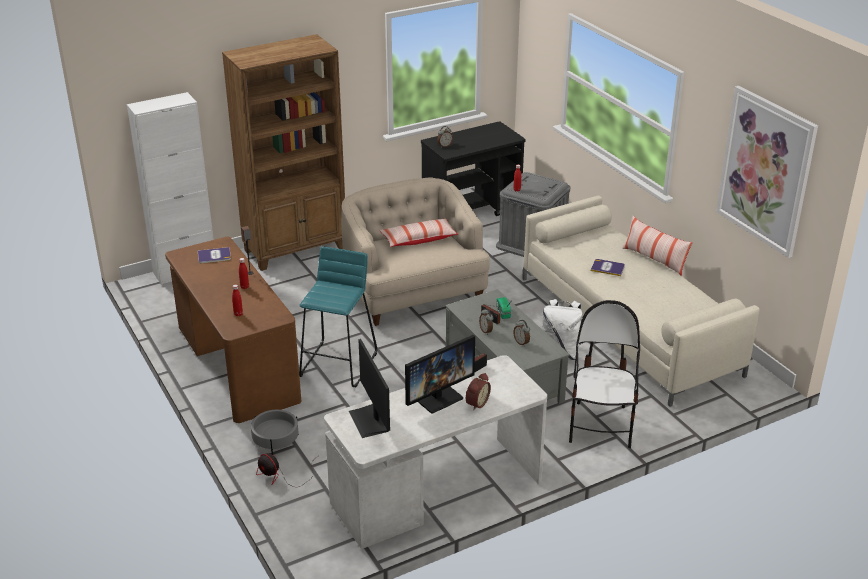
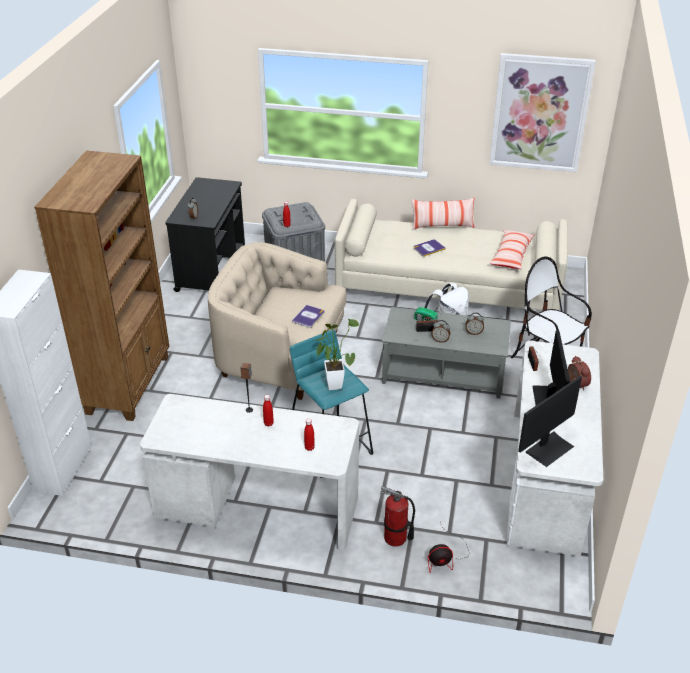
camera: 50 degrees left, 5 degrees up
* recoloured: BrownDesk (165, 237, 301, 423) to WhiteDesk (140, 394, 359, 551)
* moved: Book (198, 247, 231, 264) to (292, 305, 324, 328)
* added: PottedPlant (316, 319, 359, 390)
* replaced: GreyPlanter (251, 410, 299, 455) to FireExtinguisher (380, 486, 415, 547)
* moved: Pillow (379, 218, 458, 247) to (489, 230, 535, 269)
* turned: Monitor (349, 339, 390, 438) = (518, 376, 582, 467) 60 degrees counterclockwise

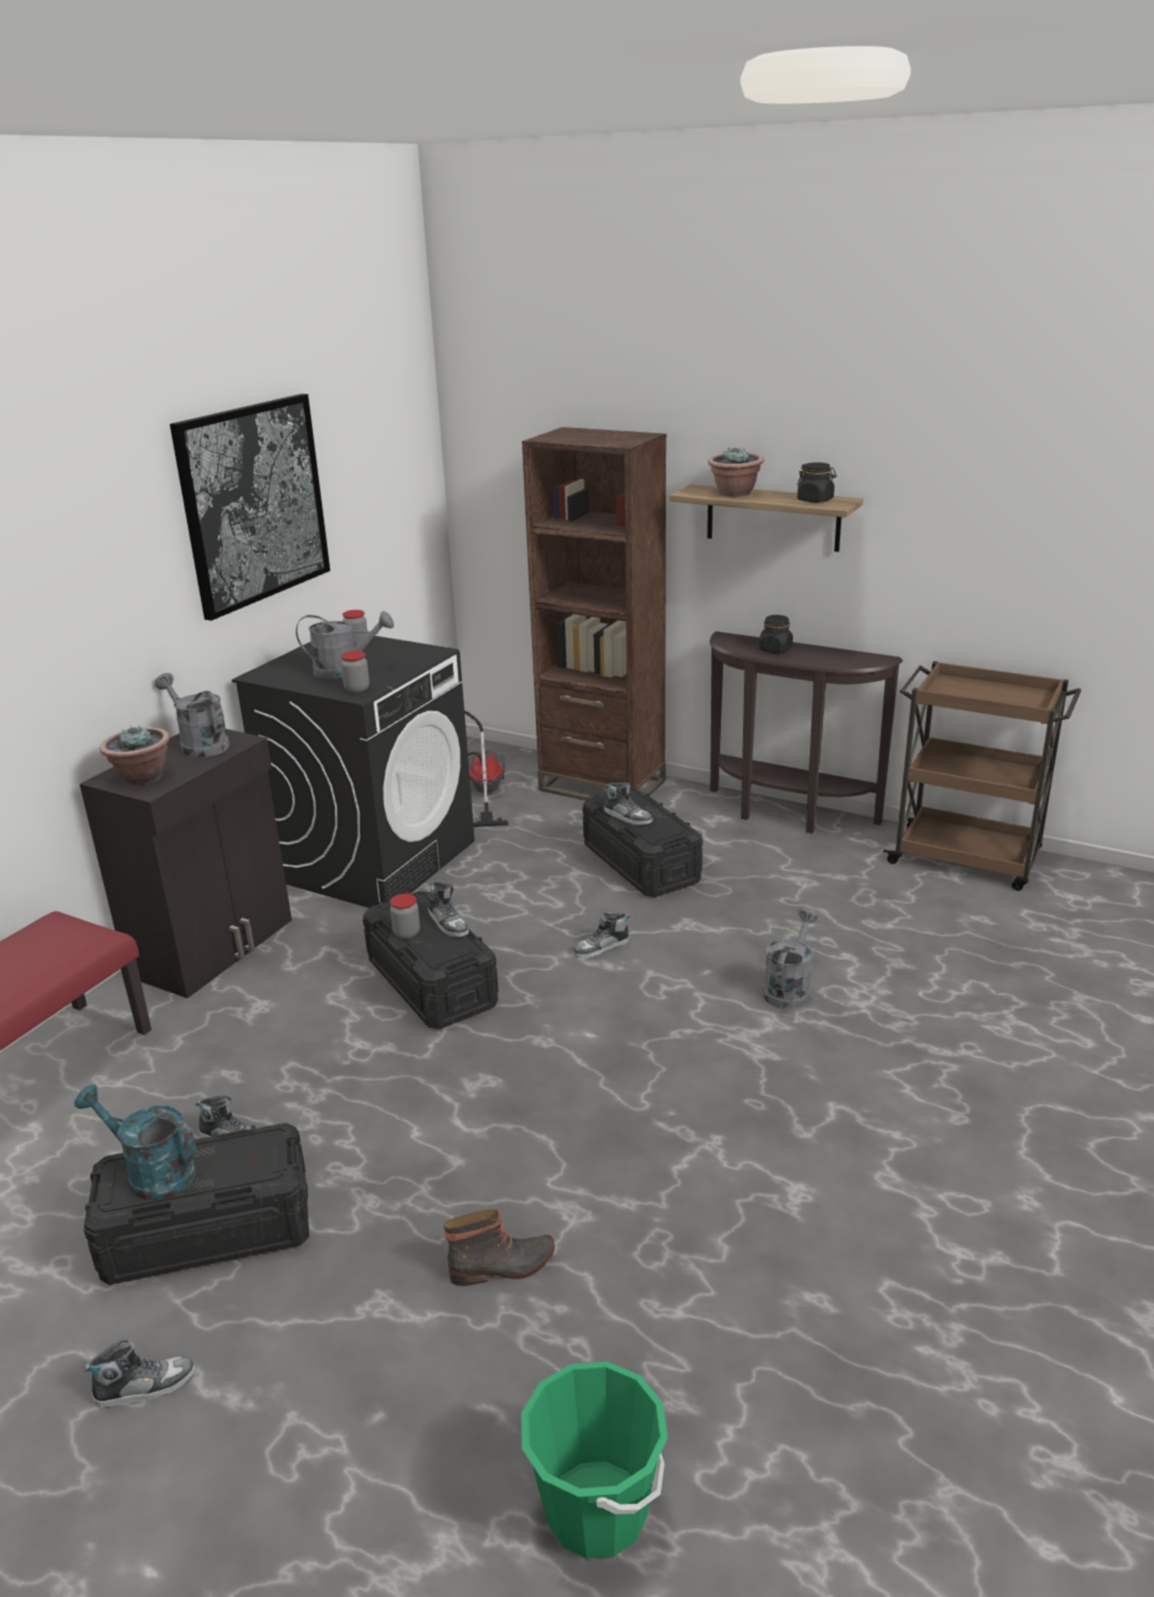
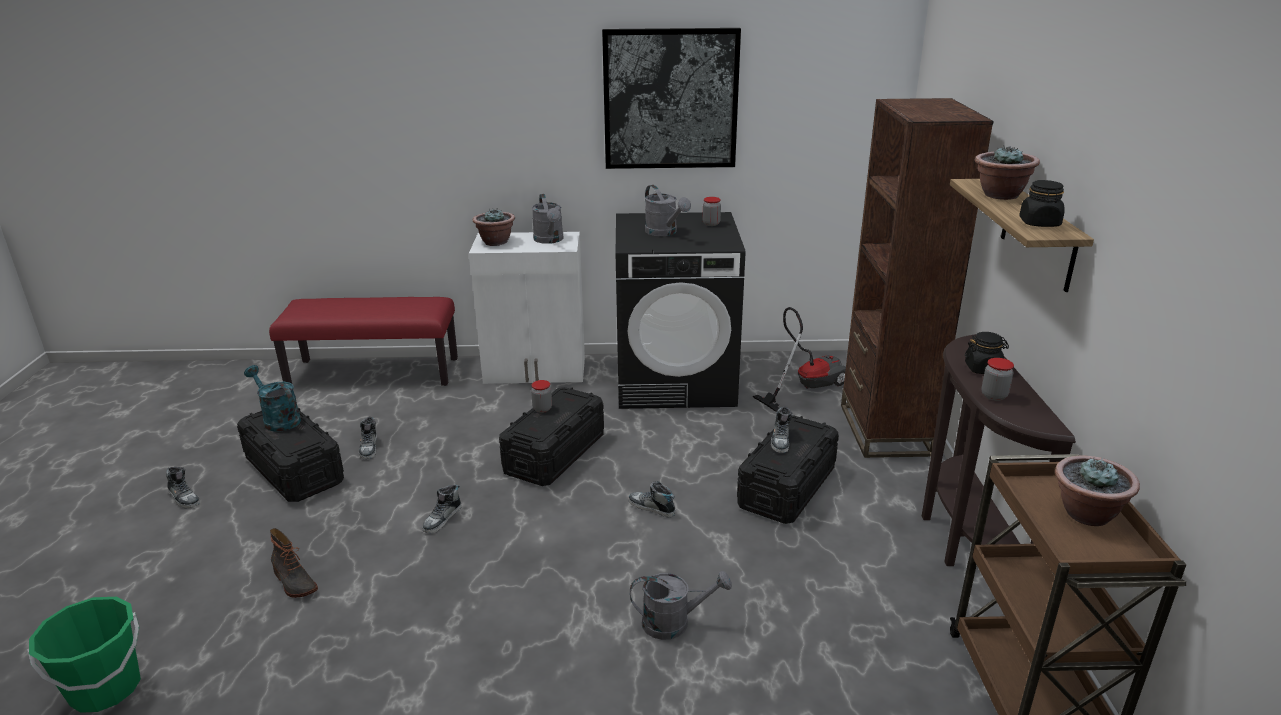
camera: 60 degrees right, 0 degrees up
* turned: TurquoiseWateringCan (74, 1085, 196, 1201) = (244, 365, 301, 432) 45 degrees counterclockwise
* moved: Shoe (428, 882, 469, 937) to (423, 485, 461, 533)
* recoloured: BlackCabinet (80, 729, 292, 998) to WhiteCabinet (469, 232, 585, 384)
* turned: GreyWateringCan (155, 673, 230, 757) = (532, 194, 563, 244) 150 degrees clockwise
* moved: Jar (341, 651, 369, 693) to (982, 358, 1014, 401)
* added: PottedPlant (1055, 456, 1140, 526)

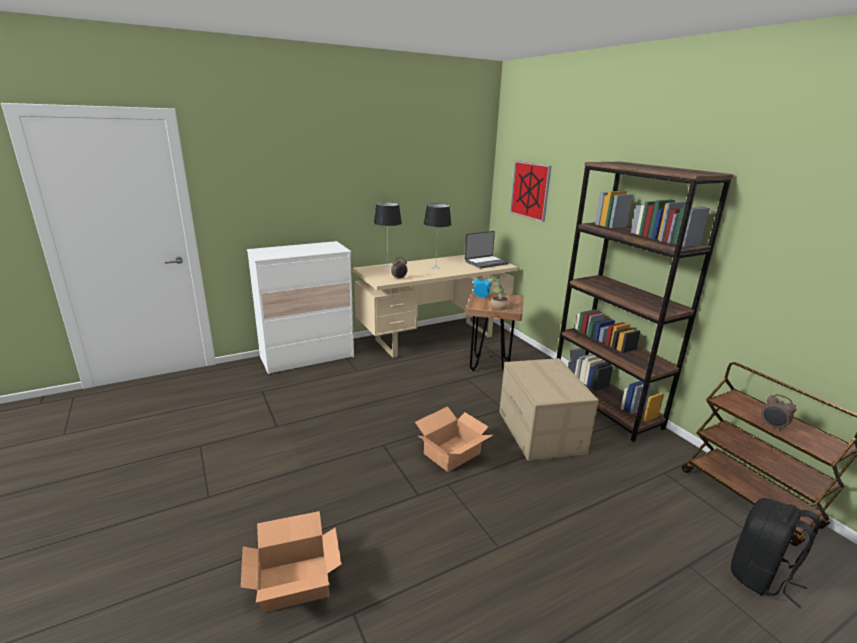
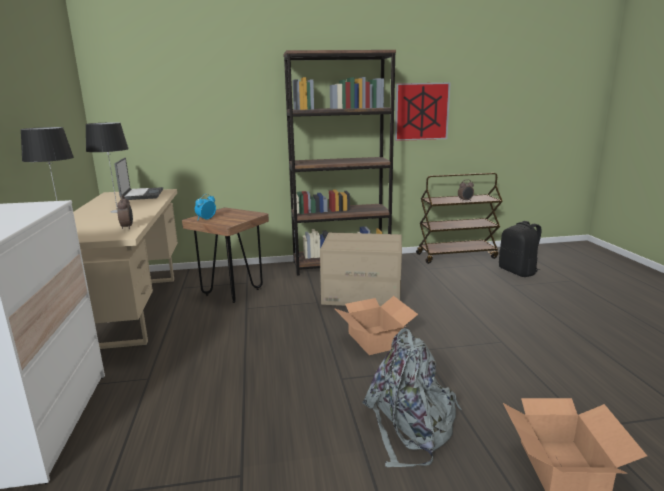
camera: 70 degrees left, 5 degrees down
* added: GreyBackpack (362, 328, 462, 467)
* moved: Picture (510, 161, 551, 222) to (395, 83, 450, 141)
* removed: PottedPlant (489, 275, 510, 310)

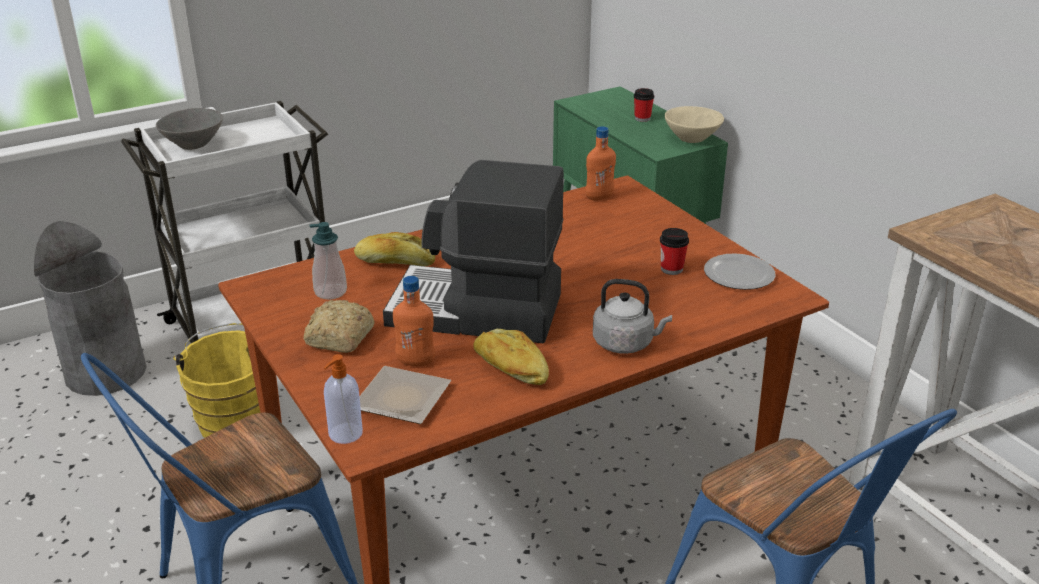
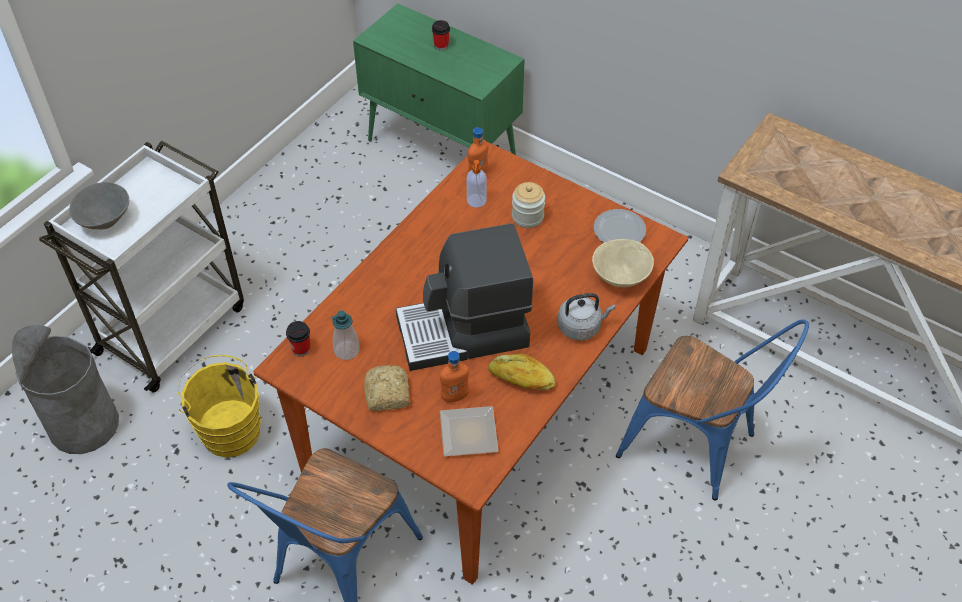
camera: 25 degrees left, 20 degrees up
* moved: Cup (660, 228, 689, 275) to (286, 321, 310, 357)
* moved: SoapDispenser (324, 354, 363, 444) to (467, 160, 487, 208)
* added: Jar (512, 182, 545, 228)
* moved: BeigeBowl (665, 106, 724, 143) to (592, 239, 654, 287)
* removed: Bread (354, 232, 435, 266)

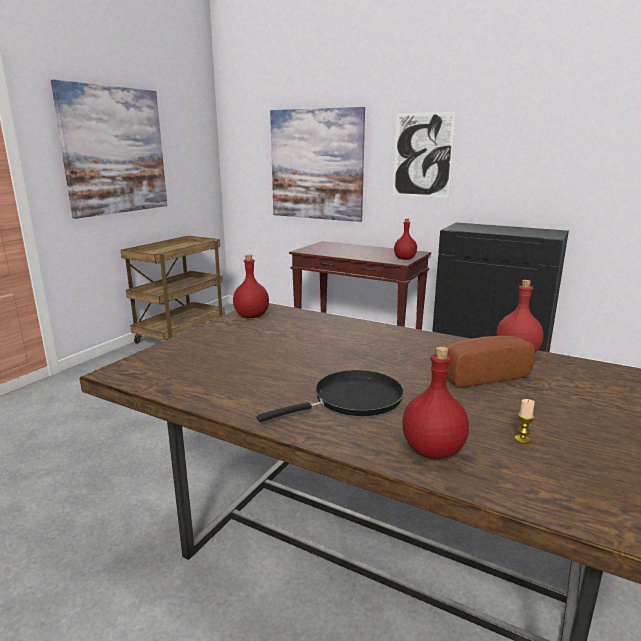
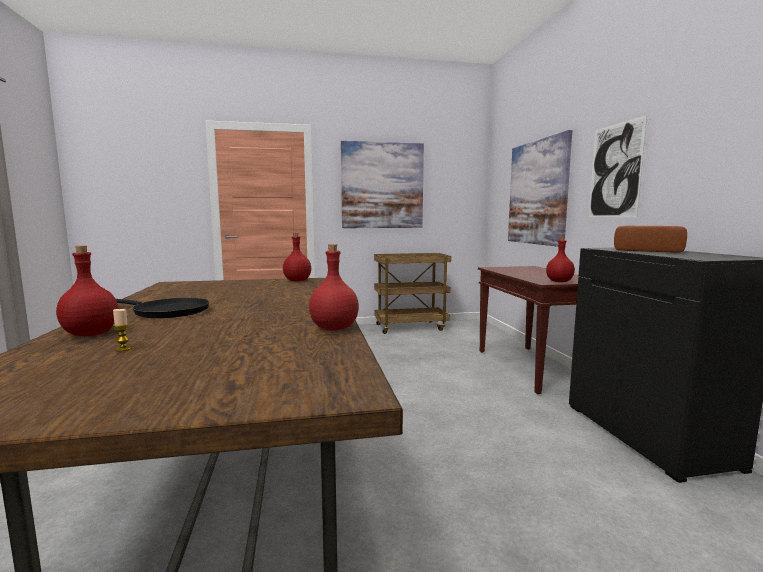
camera: 50 degrees right, 10 degrees down
* moved: Bread (445, 335, 535, 387) to (614, 226, 687, 253)

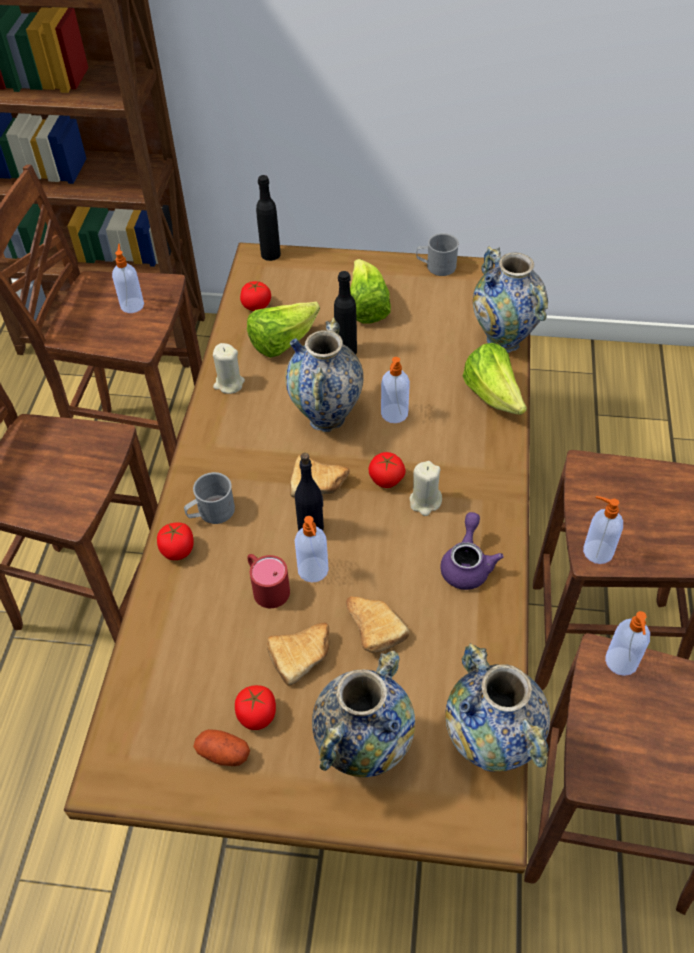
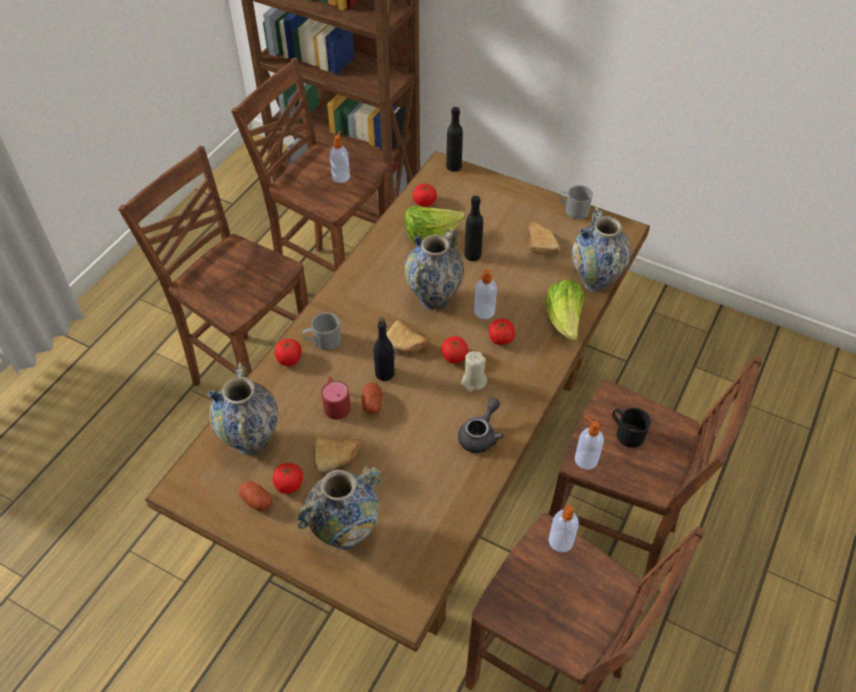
camera: 20 degrees right, 0 degrees up
* moved: Vase (445, 643, 550, 772) to (208, 362, 278, 455)
* replaced: SoapDispenser (295, 516, 329, 582) to Potato (361, 383, 382, 414)
* recoloured: PurpleTeapot (440, 512, 504, 590) to GreyTeapot (458, 398, 504, 453)
* added: Tomato (489, 319, 515, 345)
* moved: Bread (346, 596, 409, 653) to (528, 222, 560, 255)
* added: BlackMug (612, 408, 651, 448)
* removed: BeigeCandle (213, 343, 245, 394)
* removed: Lettuce (350, 259, 391, 324)

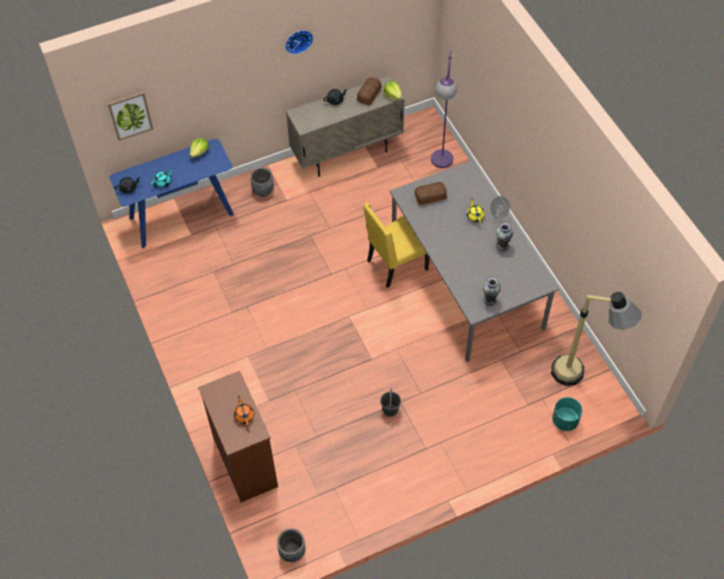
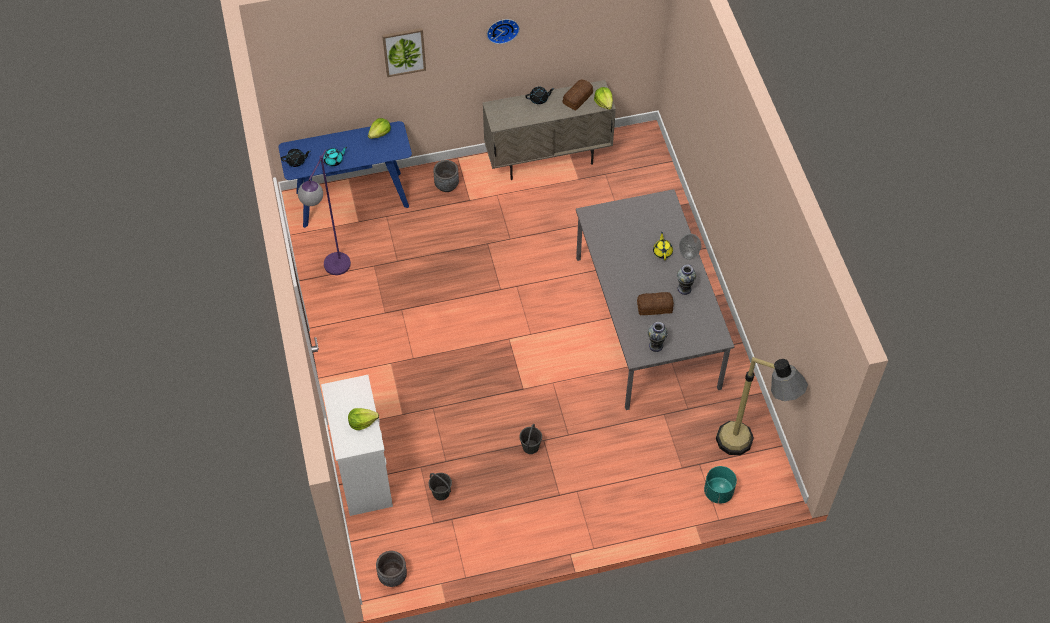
camera: 10 degrees right, 0 degrees up
* moved: PurpleFloorLamp (431, 50, 457, 168) to (298, 150, 351, 275)
* recoloured: BrownDresser (198, 371, 278, 502) to WhiteDresser (321, 375, 393, 516)
* replaced: OrangeTeapot (234, 395, 254, 426) to Lettuce (348, 408, 379, 430)
* moved: Picture (108, 91, 153, 141) to (382, 28, 426, 77)
* added: GreyBucket (429, 473, 452, 501)
* moved: Bread (415, 182, 447, 205) to (637, 292, 674, 315)
* removed: YellowChair (363, 202, 430, 288)

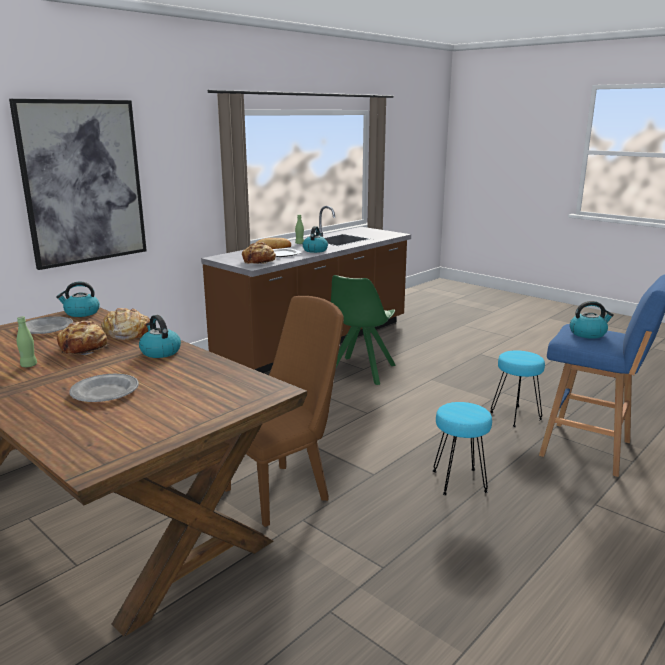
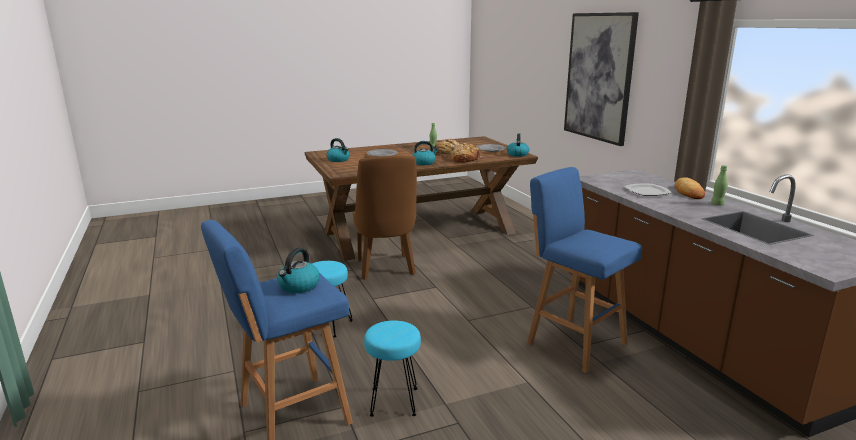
camera: 115 degrees right, 0 degrees up
* moved: Kettle (302, 226, 328, 253) to (326, 138, 350, 162)
* replaced: GreenChair (331, 275, 396, 385) to BlueStool (527, 167, 642, 373)
* removed: Bread (242, 242, 276, 264)

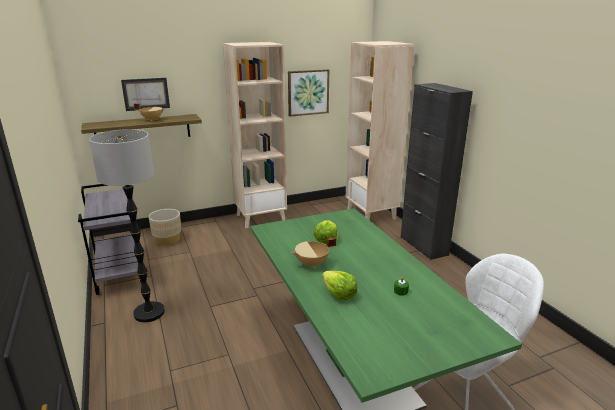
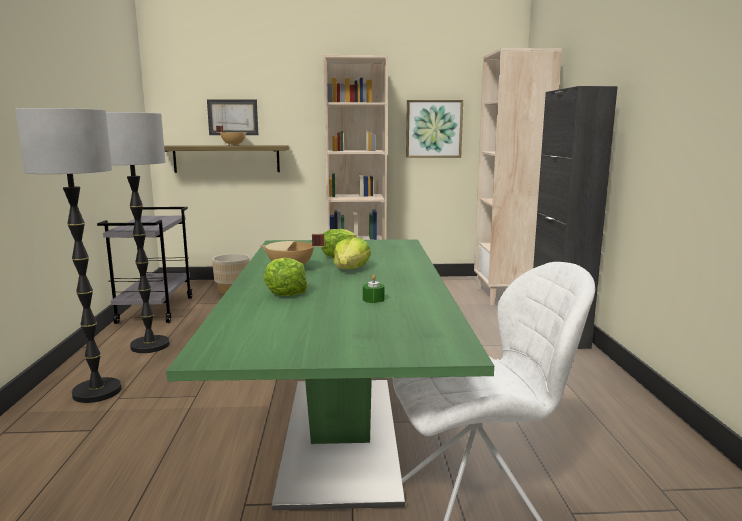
camera: 20 degrees right, 10 degrees down
* added: FloorLamp (15, 108, 121, 403)
* added: Lettuce (333, 237, 371, 269)

